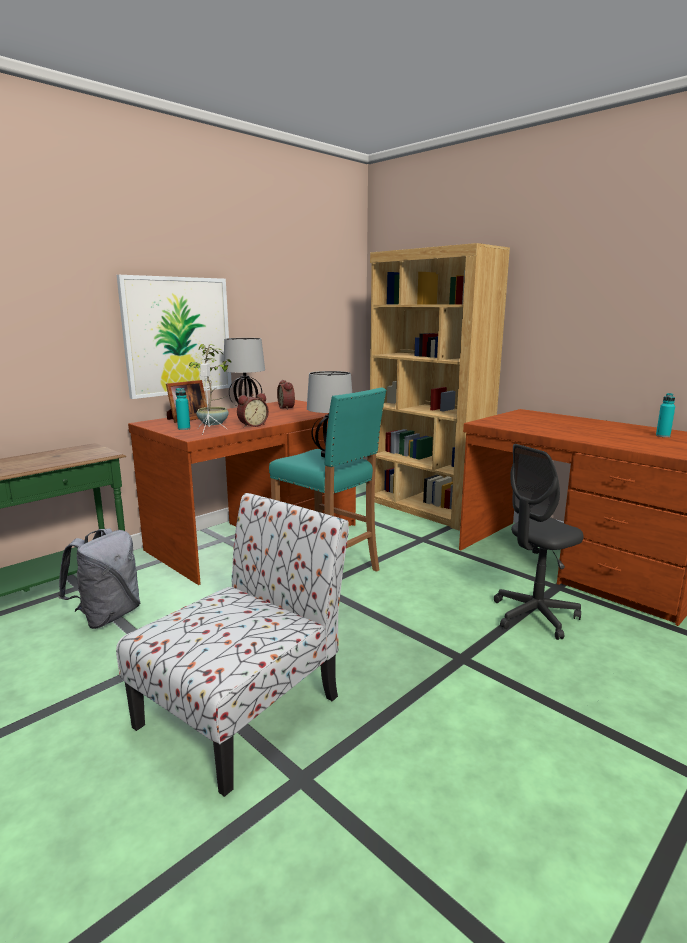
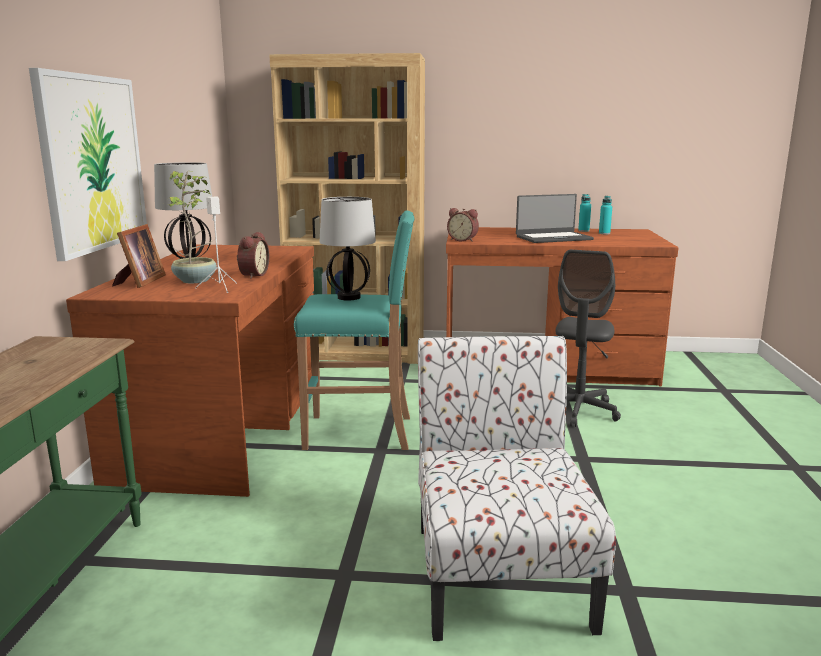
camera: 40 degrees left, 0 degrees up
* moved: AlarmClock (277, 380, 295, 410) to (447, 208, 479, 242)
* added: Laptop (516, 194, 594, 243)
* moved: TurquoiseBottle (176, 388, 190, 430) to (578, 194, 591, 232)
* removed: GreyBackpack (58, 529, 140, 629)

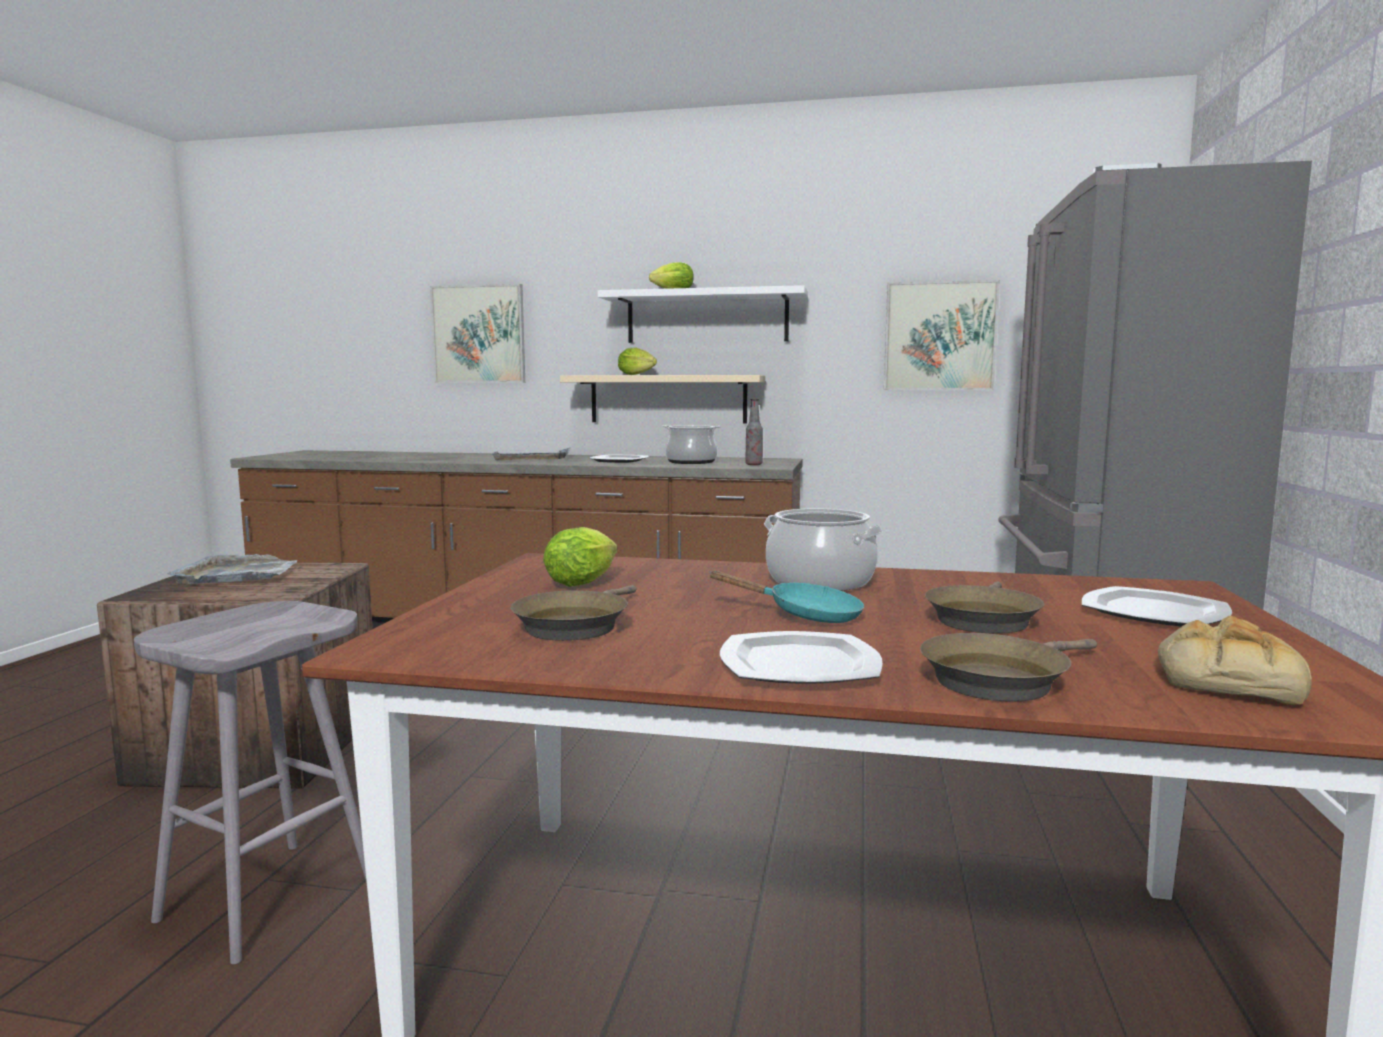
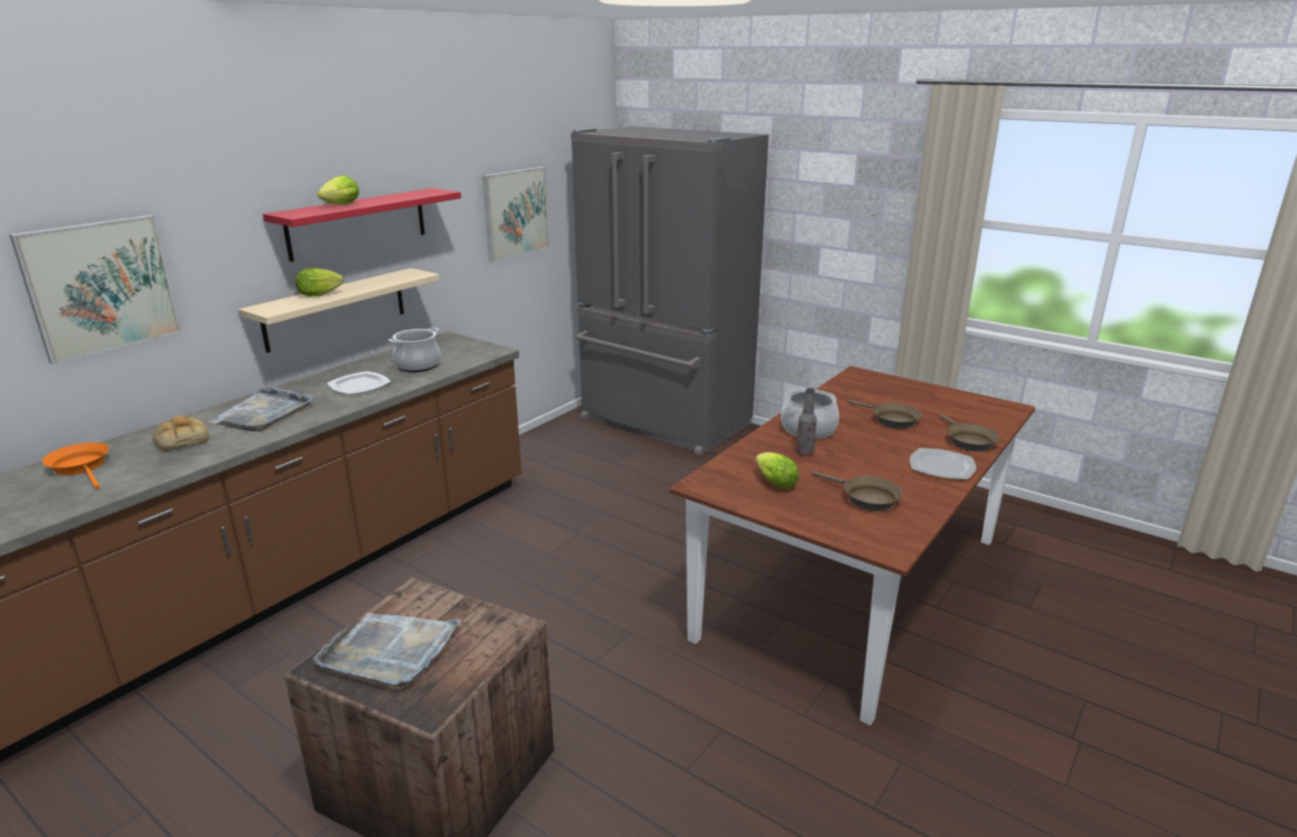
camera: 65 degrees left, 15 degrees up
* added: OrangeFryingPan (42, 442, 109, 489)
* moved: Bread (1158, 616, 1312, 705) to (152, 416, 209, 451)
* recoloured: WhiteShelf (598, 285, 808, 343) to RedShelf (263, 188, 461, 262)
* moved: Bottle (745, 399, 763, 465) to (796, 388, 817, 456)
* removed: GreyStool (134, 601, 366, 964)
* removed: TurquoiseFryingPan (708, 571, 864, 623)
* removed: Plate (1082, 586, 1232, 627)

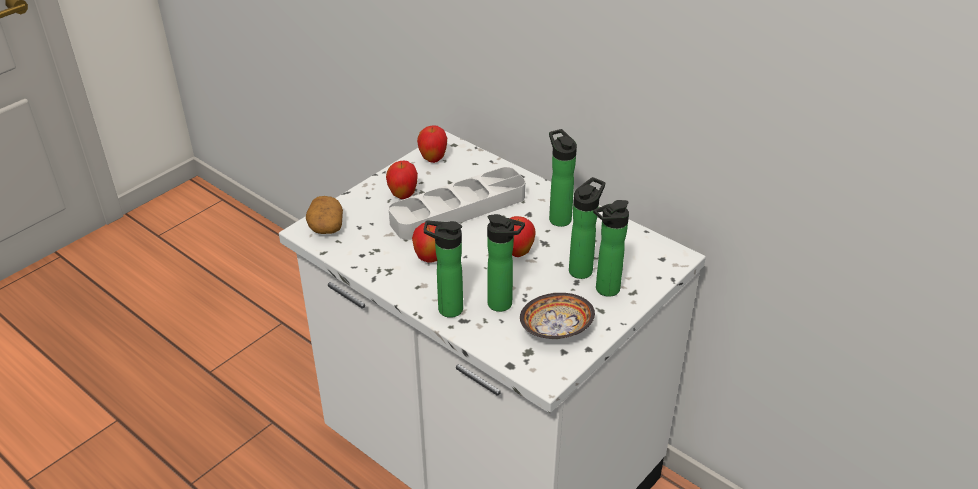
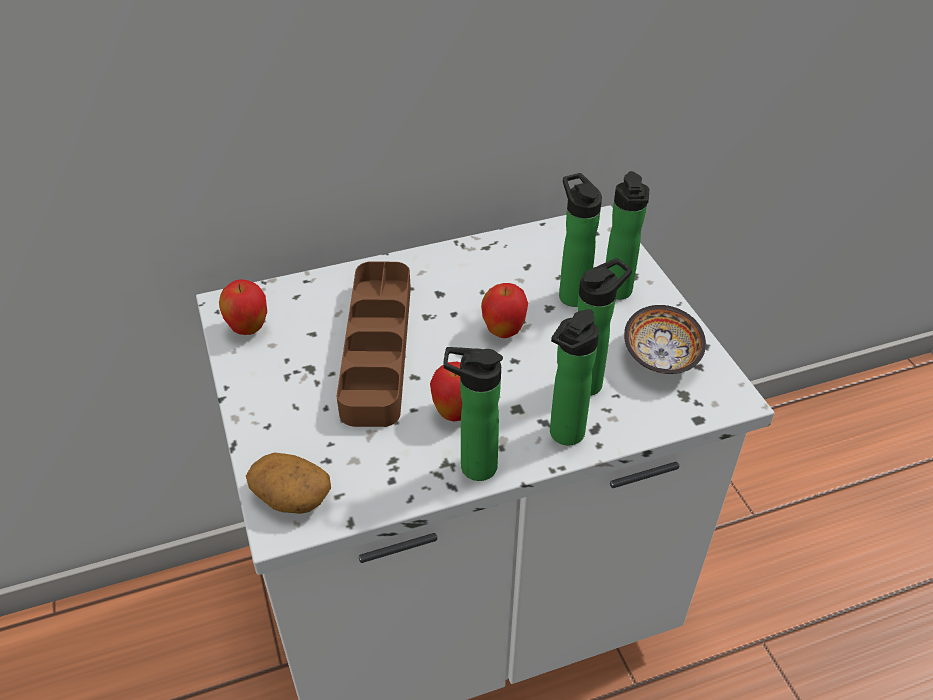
camera: 60 degrees left, 5 degrees up
* recoloured: GreyTray (389, 167, 525, 240) to BrownTray (337, 262, 411, 427)
* moved: Bottle (549, 129, 577, 227) to (444, 347, 503, 481)
* removed: Apple (386, 161, 418, 199)

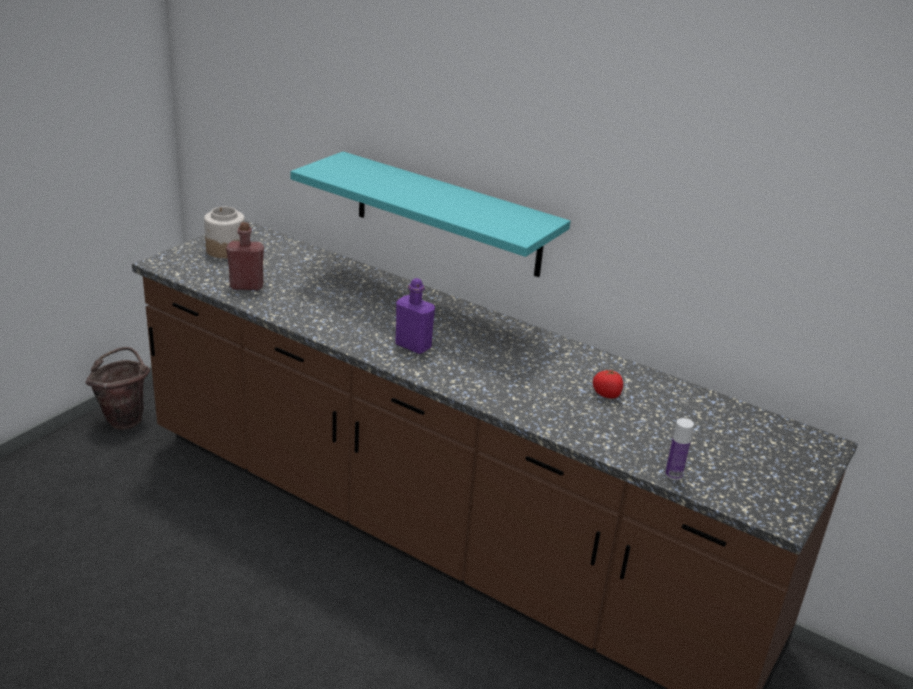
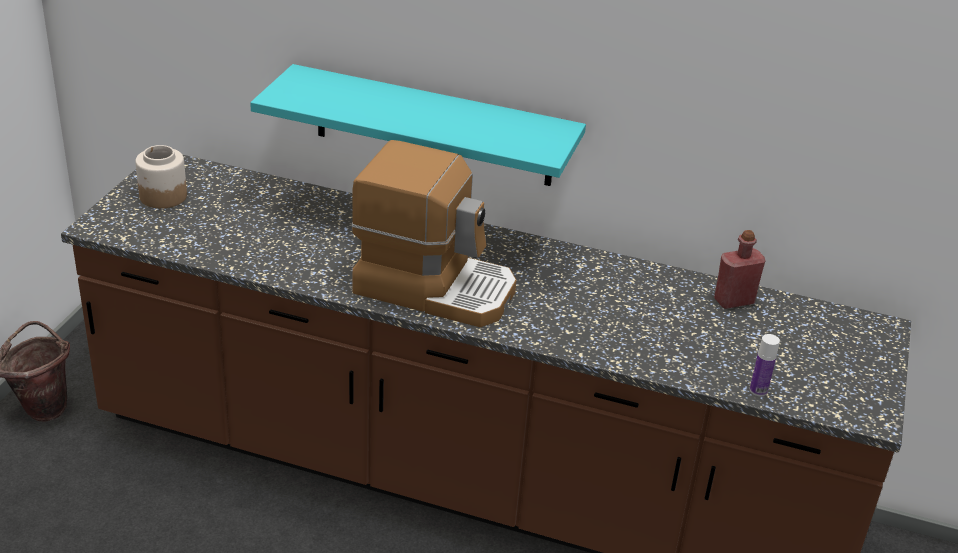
camera: 15 degrees left, 5 degrees up
* replaced: PurpleBottle (395, 278, 435, 354) to CoffeeMachine (351, 140, 517, 327)
* moved: RedBottle (226, 222, 264, 290) to (714, 230, 766, 309)
* removed: Tomato (593, 369, 623, 399)

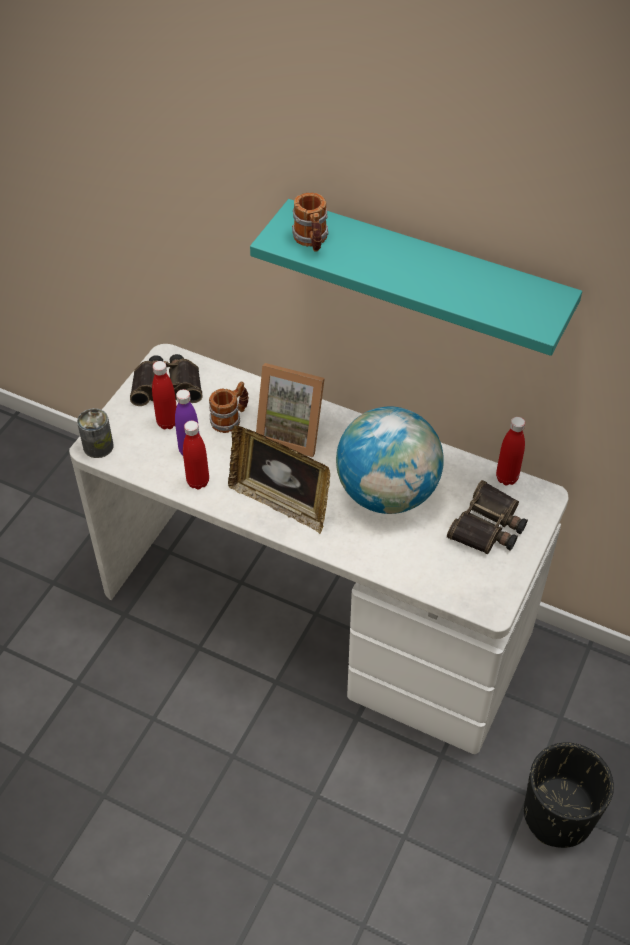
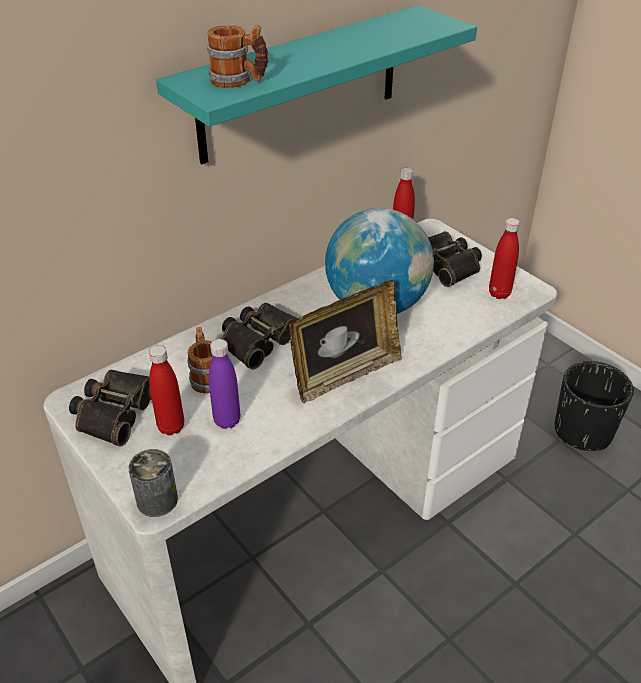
camera: 65 degrees left, 10 degrees down
* replaced: PictureFrame (256, 363, 325, 458) to Binoculars (221, 303, 298, 370)
* moved: RedBottle (183, 421, 209, 489) to (489, 218, 520, 299)

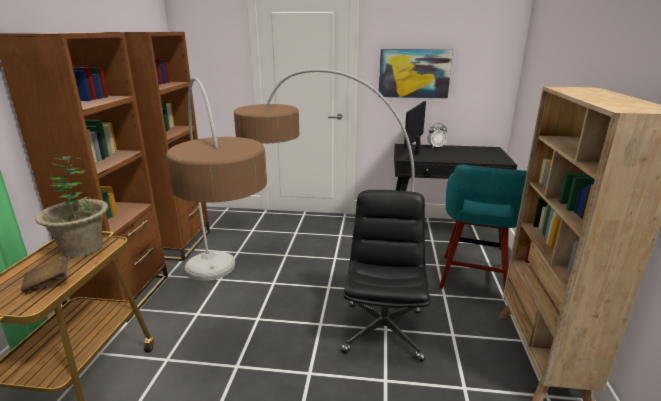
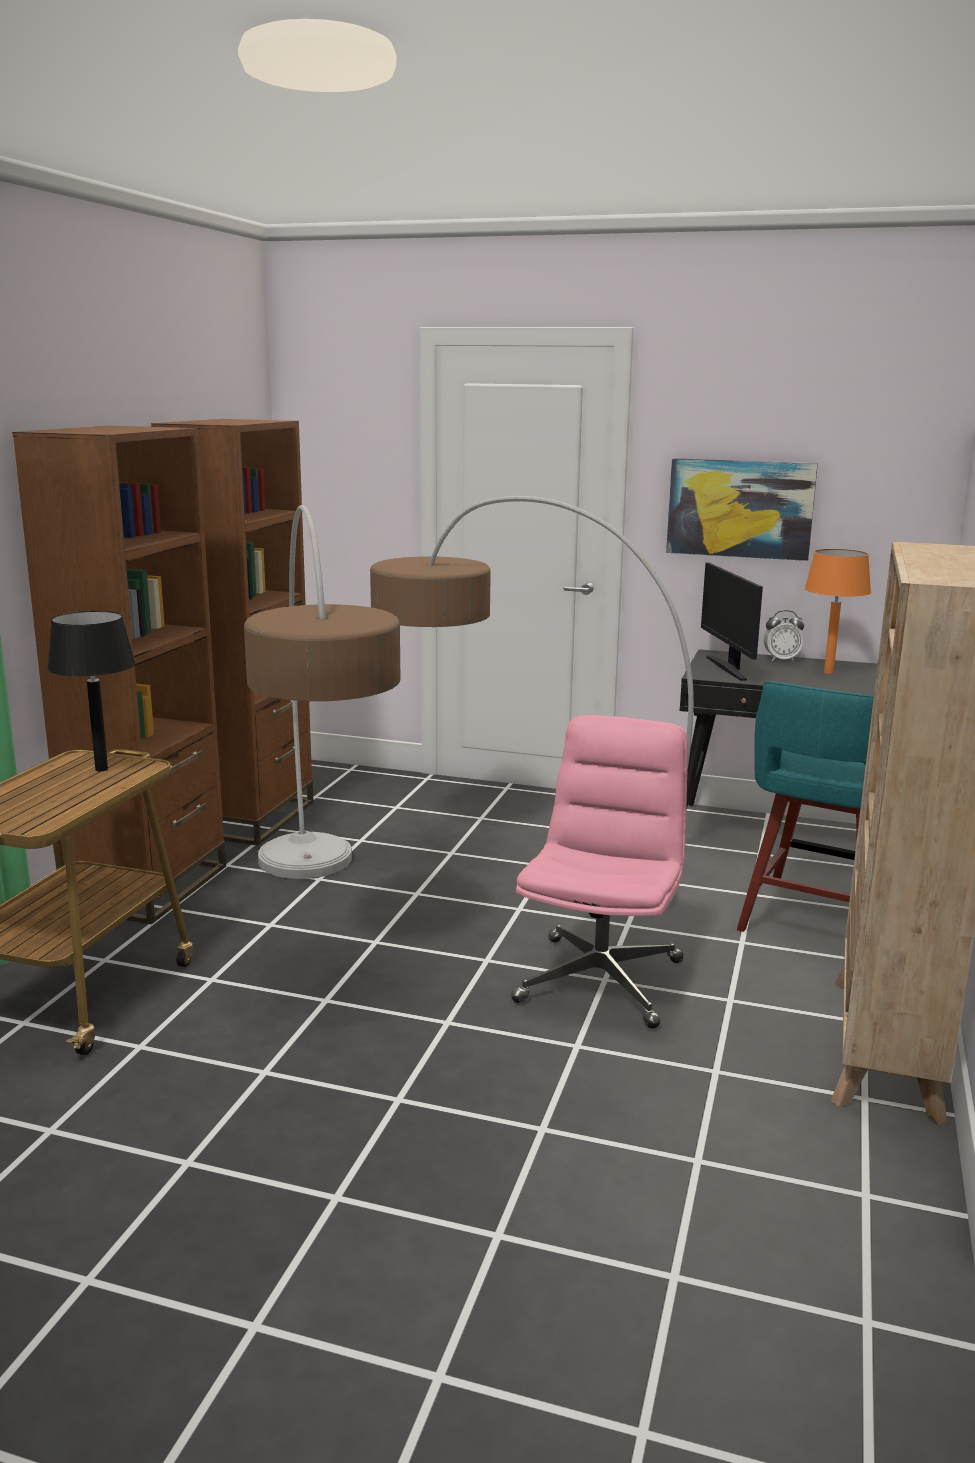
camera: 10 degrees right, 5 degrees down
* replaced: PottedPlant (35, 156, 109, 257) to BlackTableLamp (47, 611, 135, 771)
* recoloured: BlackOfficeChair (341, 190, 430, 362) to PinkOfficeChair (511, 715, 688, 1029)
* turned: Monitor (404, 101, 426, 160) = (701, 563, 763, 681) 45 degrees counterclockwise
* added: OrangeTableLamp (804, 549, 871, 674)
* removed: BrownBook (21, 256, 69, 295)

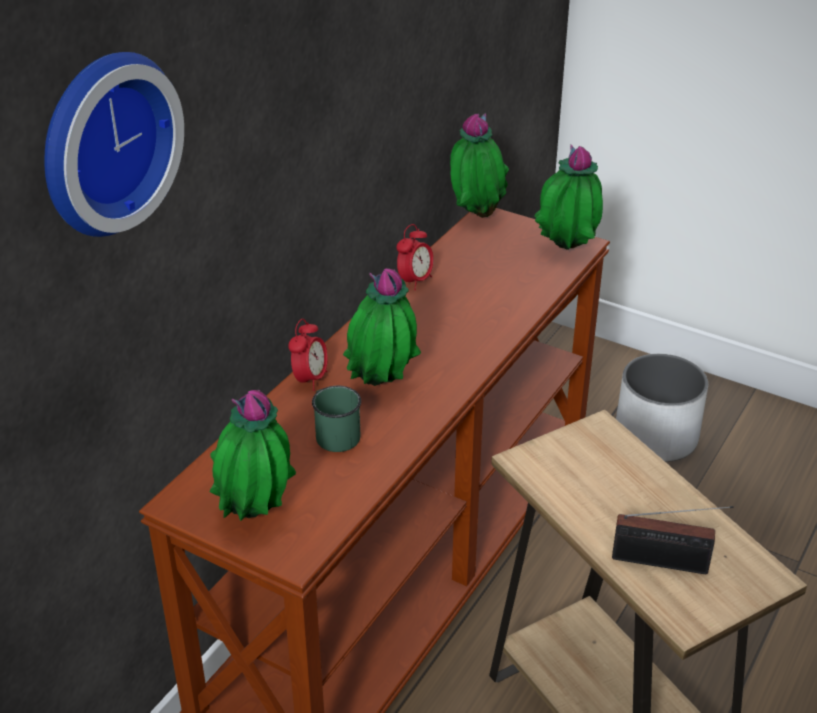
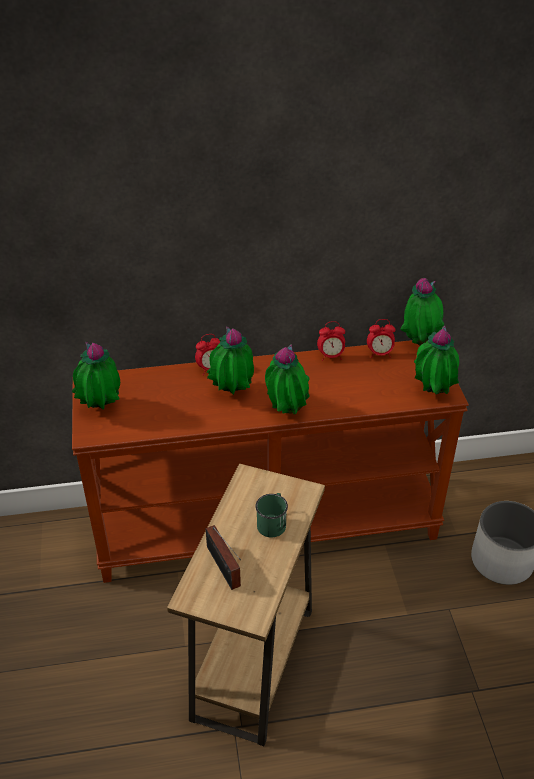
camera: 50 degrees right, 5 degrees up
* moved: GreenMug (312, 386, 361, 452) to (255, 493, 288, 537)
* added: PottedPlant (265, 344, 310, 414)
* added: AlarmClock (367, 319, 395, 358)
* removed: WallClock (45, 52, 184, 237)

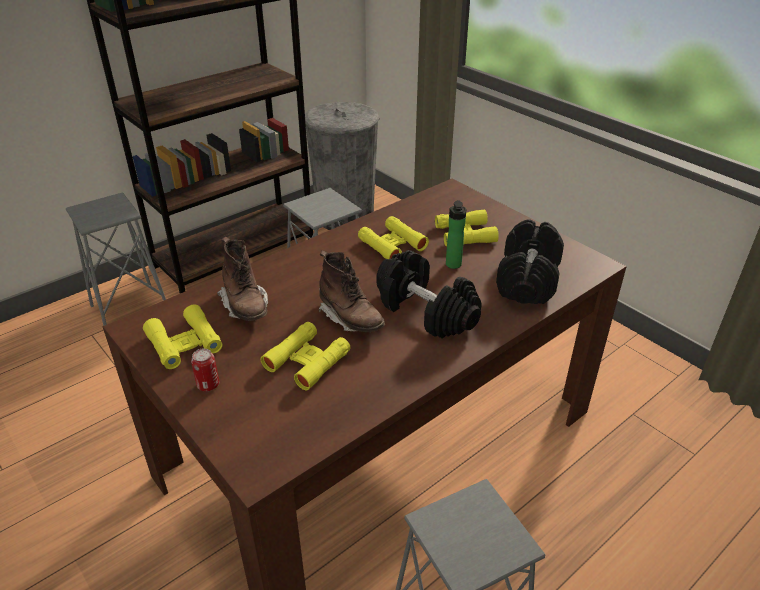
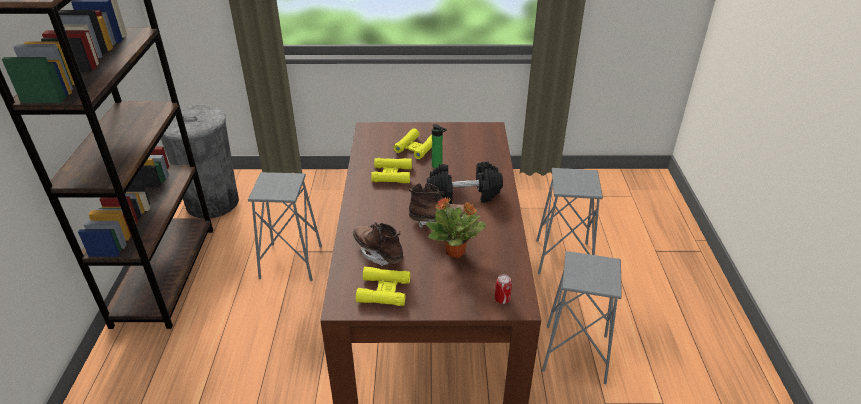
camera: 50 degrees left, 0 degrees up
* turned: BrownBoot (217, 237, 268, 321) = (353, 222, 403, 266) 150 degrees counterclockwise
* replaced: YellowBinoculars (261, 322, 350, 390) to PottedPlant (426, 197, 486, 258)
* moved: Can (191, 348, 220, 391) to (495, 274, 512, 304)
* moved: GreyStool (66, 192, 166, 326) to (536, 168, 603, 274)
* removed: BlackDumbbell (496, 219, 564, 304)

